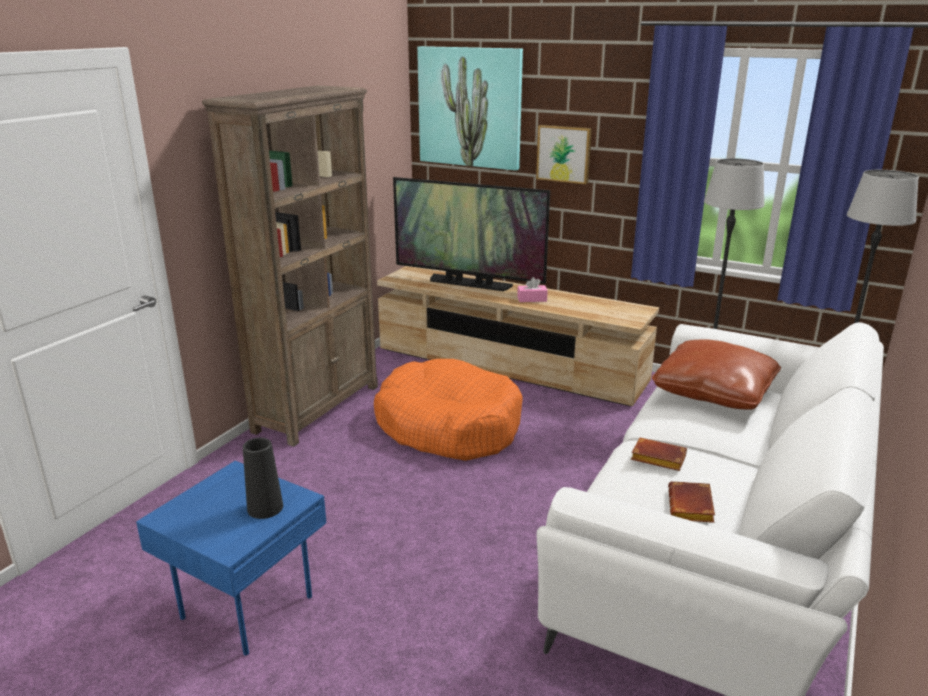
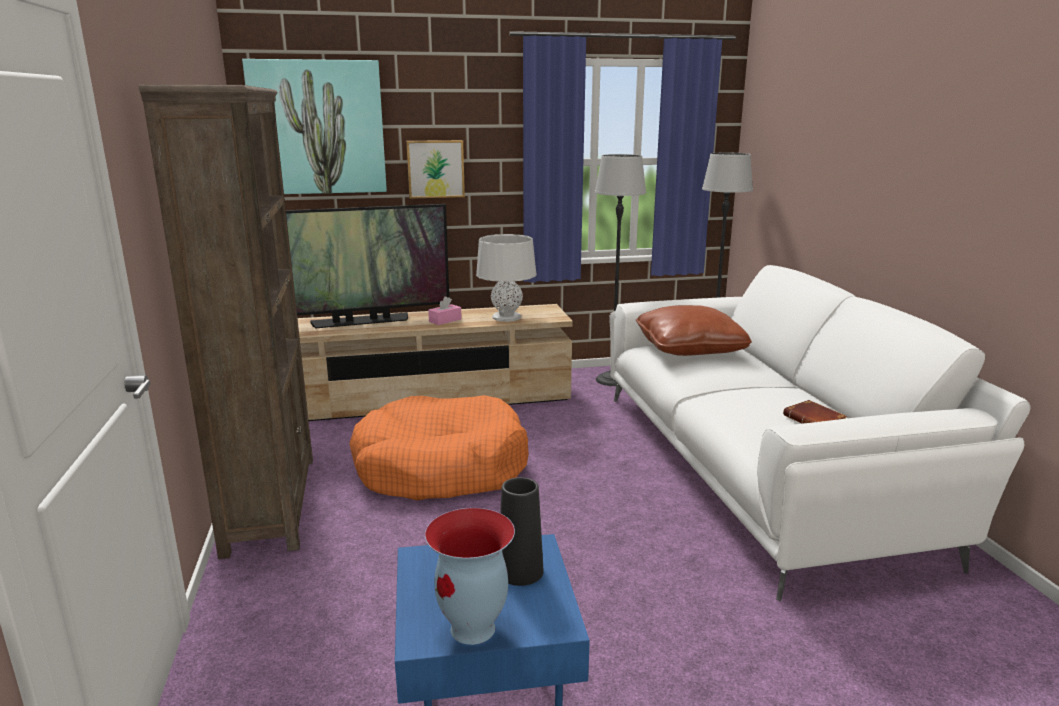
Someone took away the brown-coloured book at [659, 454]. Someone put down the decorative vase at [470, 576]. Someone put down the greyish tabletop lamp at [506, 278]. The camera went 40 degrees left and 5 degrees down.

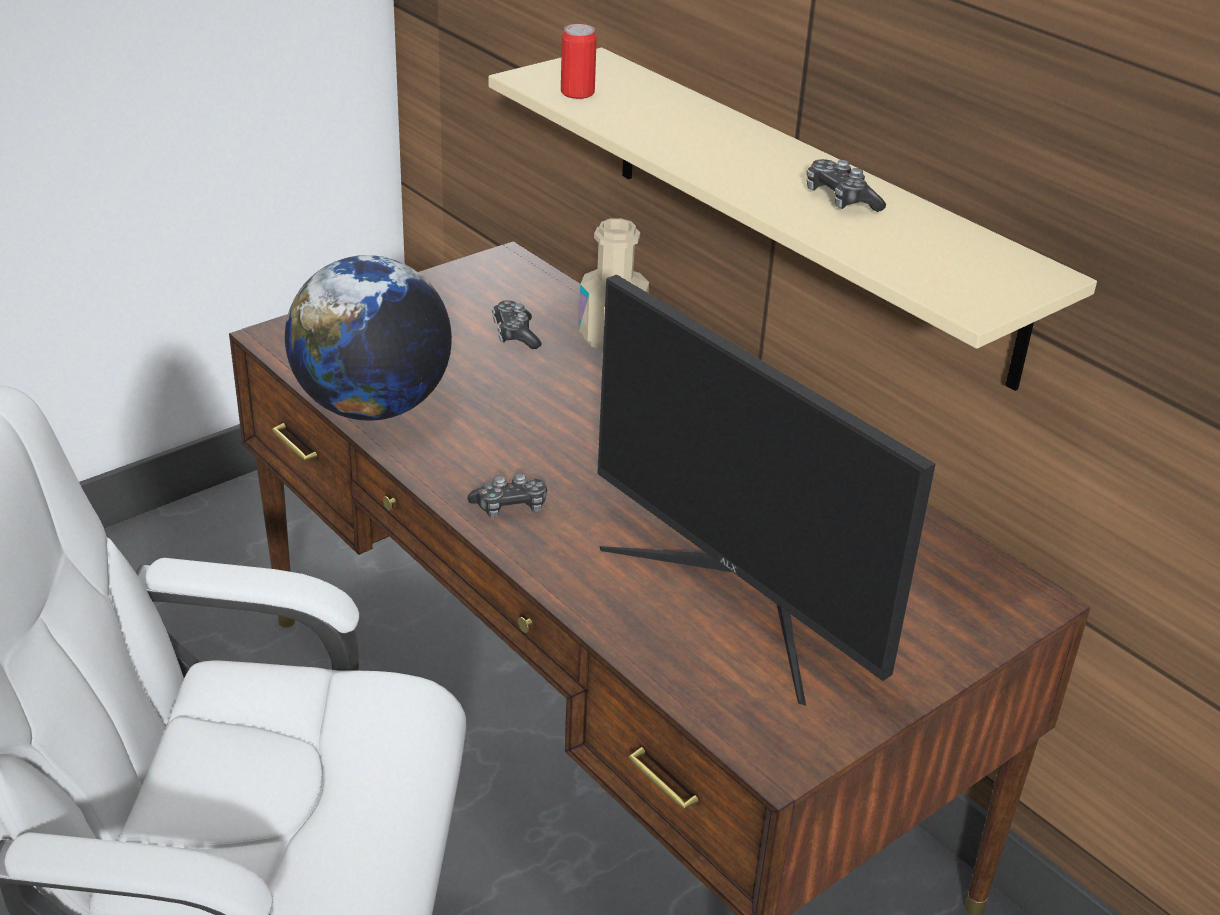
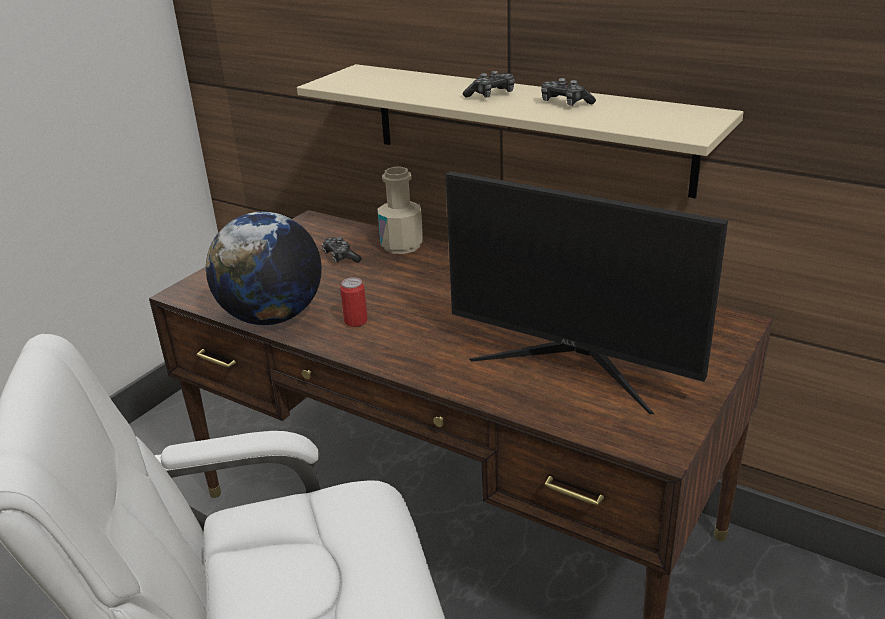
Someone carried the game controller from [507, 495] to [489, 84]. Someone carried the sealed can from [579, 61] to [354, 302]. The camera went 15 degrees left and 5 degrees down.

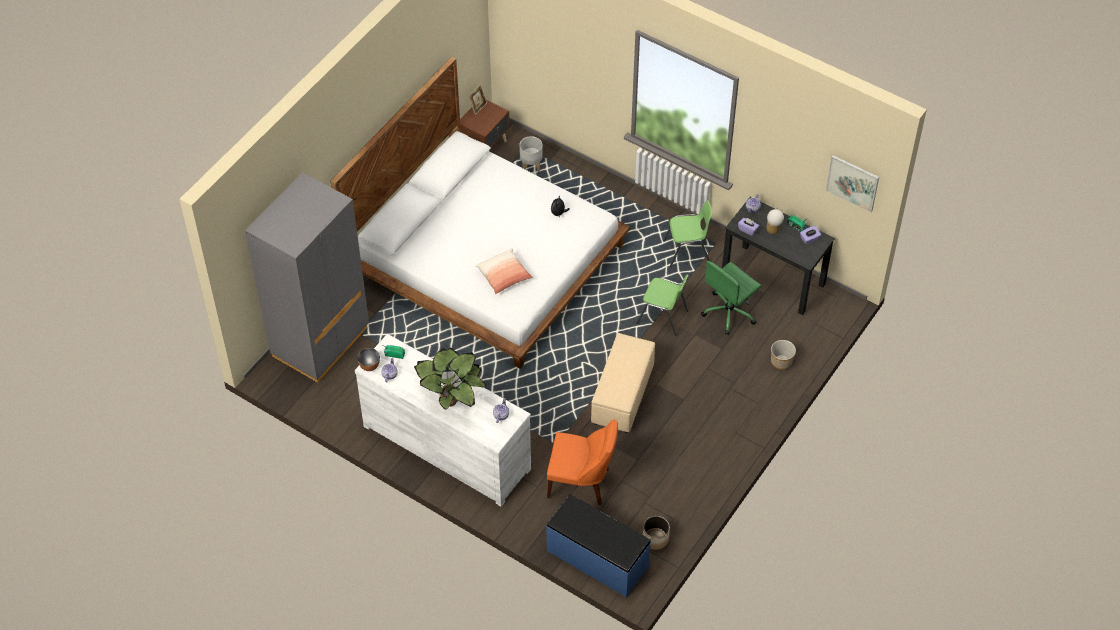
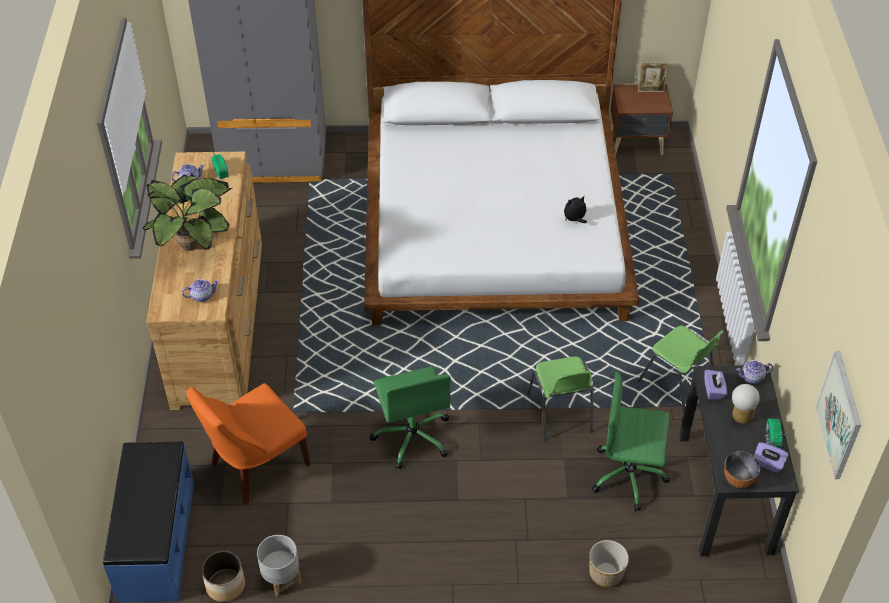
Someone repainted the whitish dresser at [443, 420], which became the brown-coloured dresser at [204, 281]. Someone carried the bowl from [368, 359] to [742, 469]. Someone took away the cushion at [504, 271]. Someone carried the greyish flower pot from [531, 154] to [279, 566]. Someone rotated the orangey chair at [582, 462] by 75 degrees clockwise. Someone swapped the beige ottoman at [623, 383] for the green desk chair at [410, 417]. The camera went 55 degrees right and 5 degrees down.

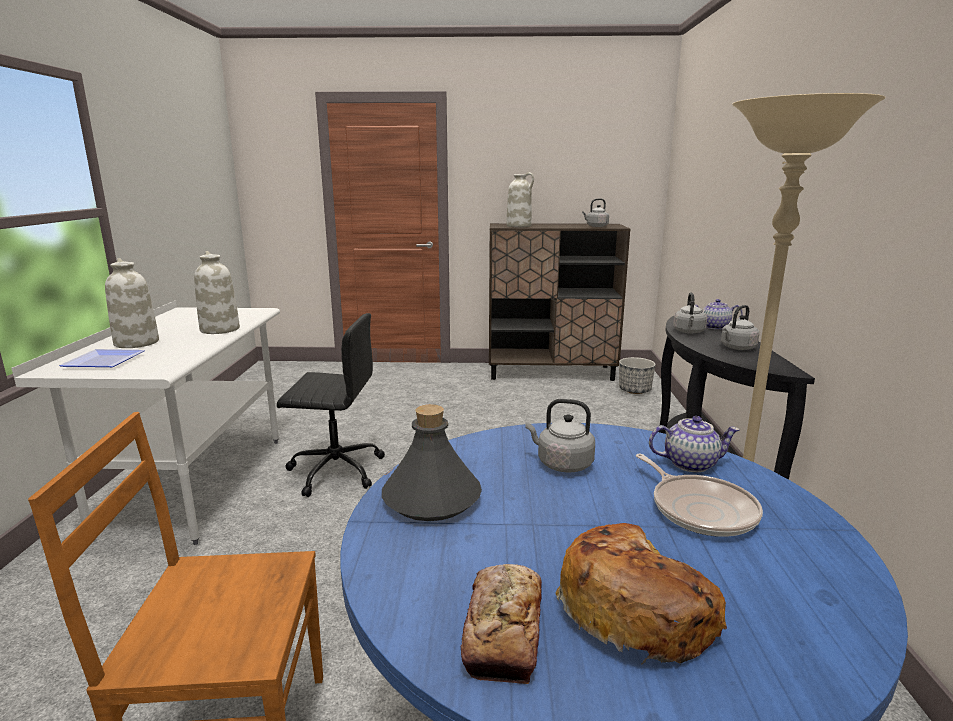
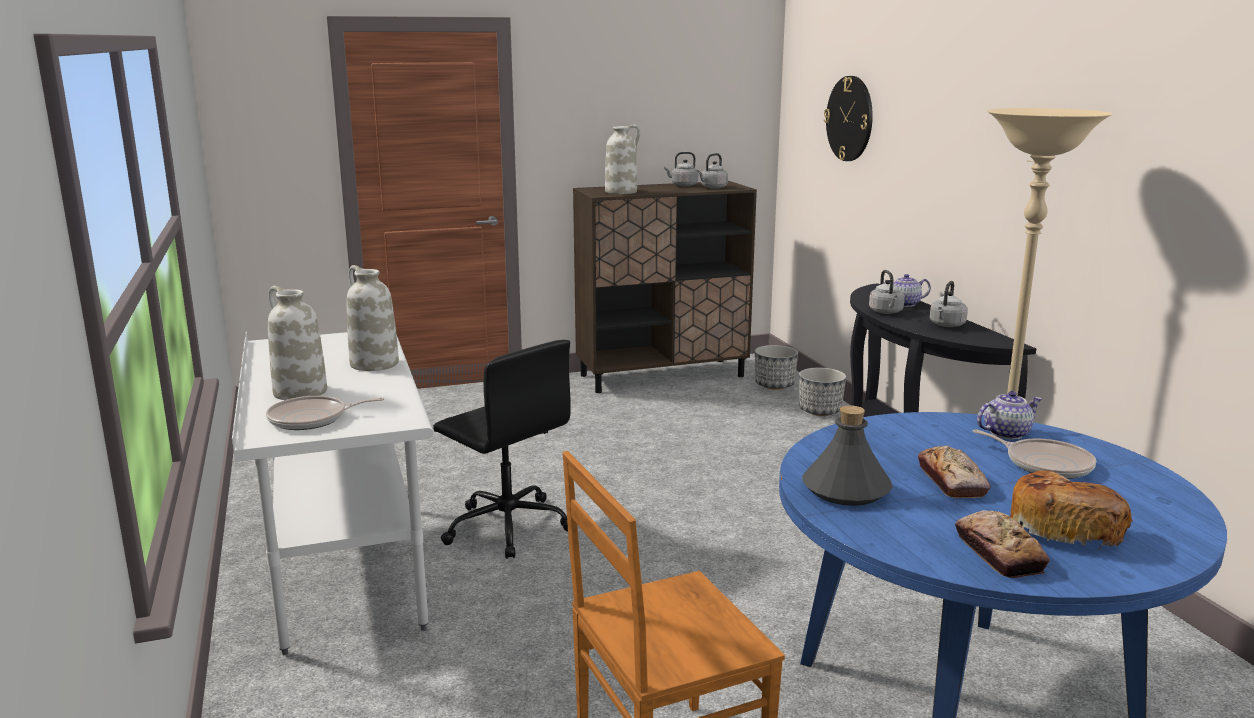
Someone swapped the dinner plate at [102, 358] for the skillet at [325, 413]. Someone rotated the black-coloured desk chair at [331, 405] by 60 degrees clockwise. Someone carried the greyish kettle from [560, 436] to [681, 169]. Someone put down the flower pot at [822, 392]. Someone put up the wall clock at [848, 118]. Someone put down the bread at [954, 472]. The camera went 20 degrees left and 0 degrees up.

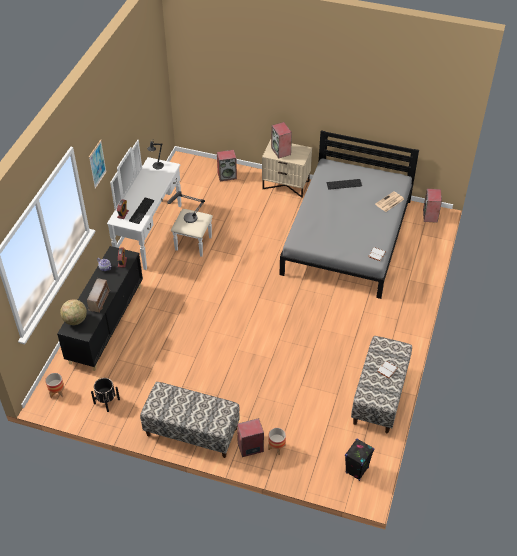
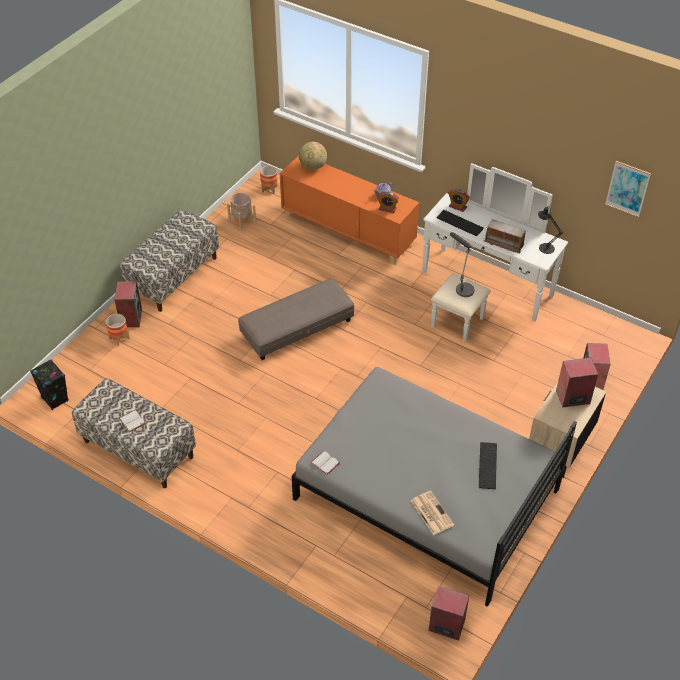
Someone repainted the black-coloured storage cabinet at [100, 308], which became the orangey storage cabinet at [349, 210]. Someone carried the radio receiver from [98, 295] to [505, 236]. Someone carried the picture from [98, 164] to [628, 189]. Someone repainted the black-coloured flower pot at [105, 395], which became the beige flower pot at [241, 211]. Someone put down the greyish ottoman at [296, 319]. The camera went 105 degrees right and 0 degrees up.

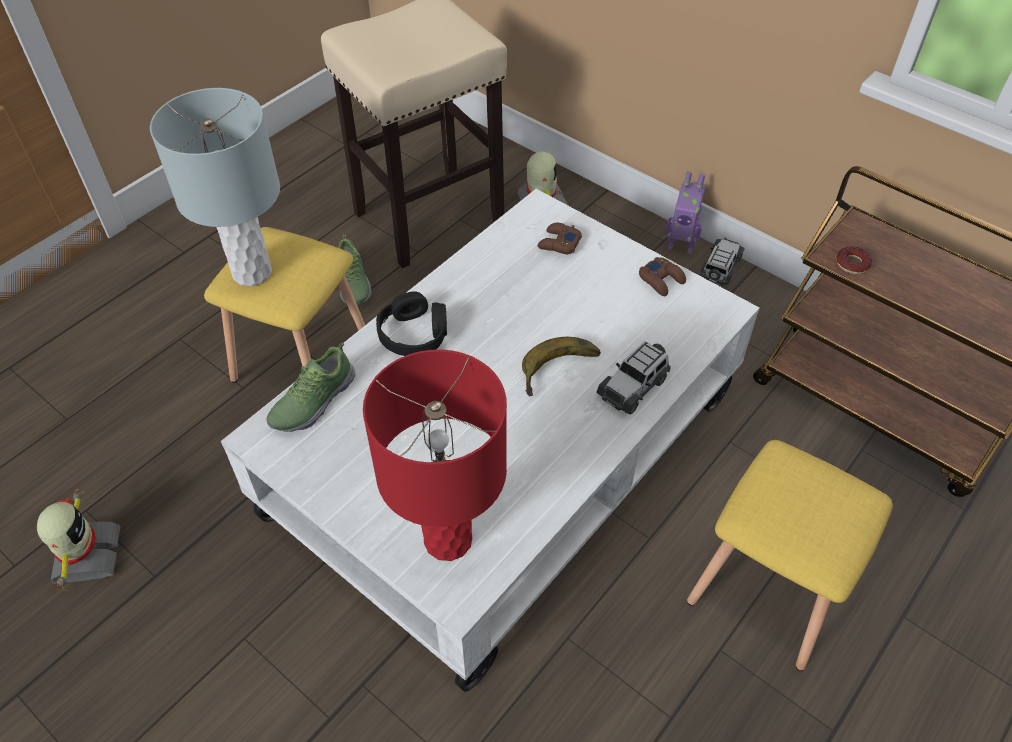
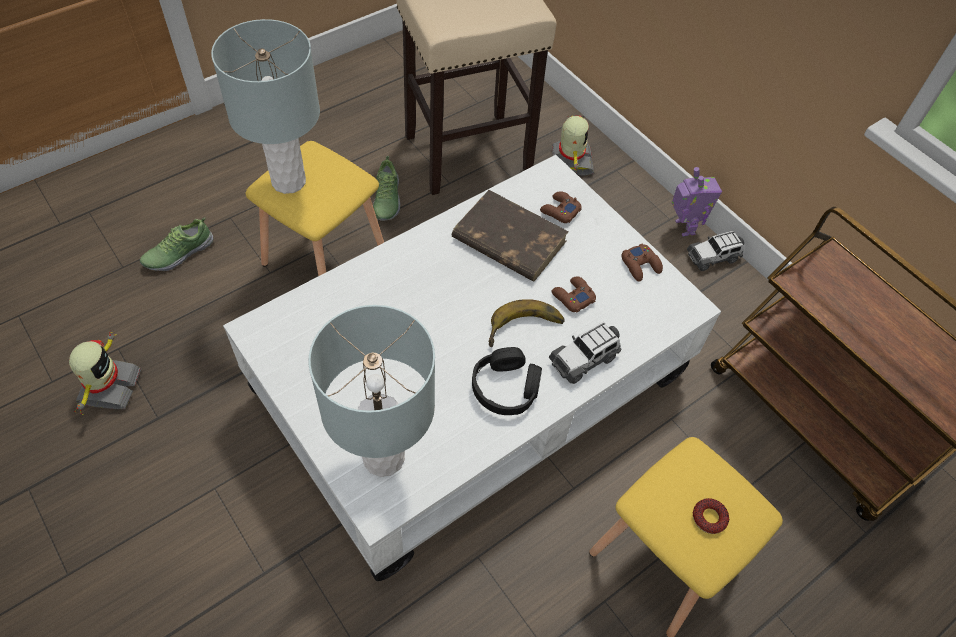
Someone carried the low shoe from [310, 387] to [177, 244]. Someone repainted the red tabletop lamp at [435, 455], which became the greyish tabletop lamp at [372, 391]. Someone carried the black-coloured headphones from [411, 323] to [507, 381]. Someone rotated the model robot at [685, 213] by 135 degrees counterclockwise. Someone rotated the miniature car at [722, 261] by 150 degrees counterclockwise. Someone carried the ring doughnut from [854, 260] to [711, 516]. Someone put down the brown-coloured book at [510, 236]. Someone put down the brown-coloured game controller at [574, 294]. The camera went 10 degrees right and 5 degrees up.

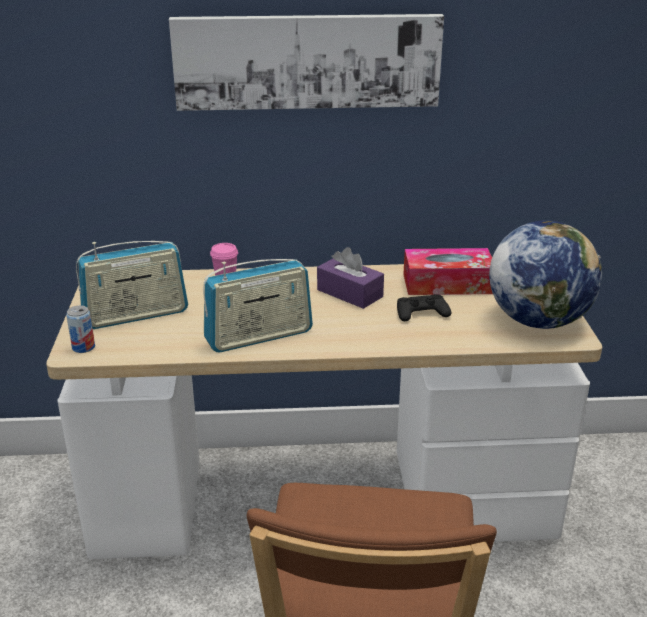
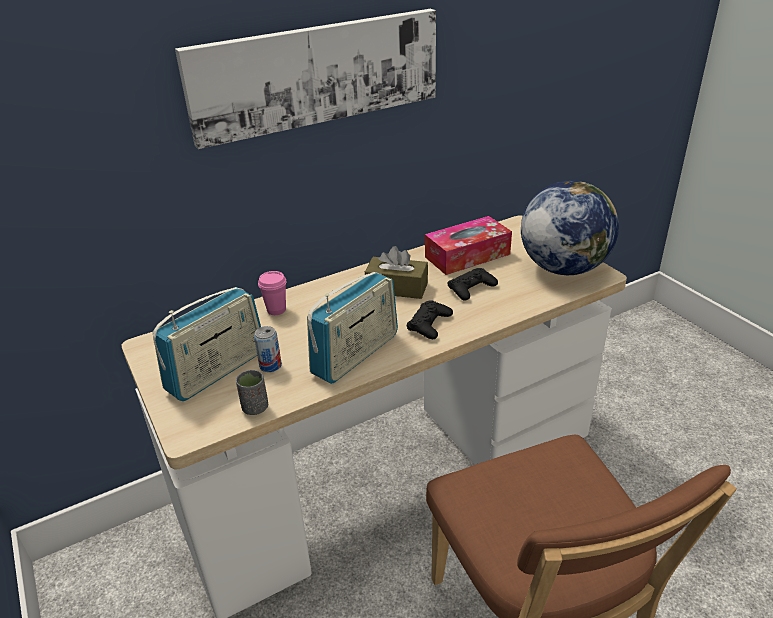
Someone carried the sealed can from [80, 329] to [268, 349]. Someone repainted the purple-coloured tissue holder at [350, 278], which became the brown-coloured tissue holder at [396, 272]. Someone put down the greyish cup at [252, 392]. Someone put down the black-coloured game controller at [430, 319]. The camera went 25 degrees left and 5 degrees up.

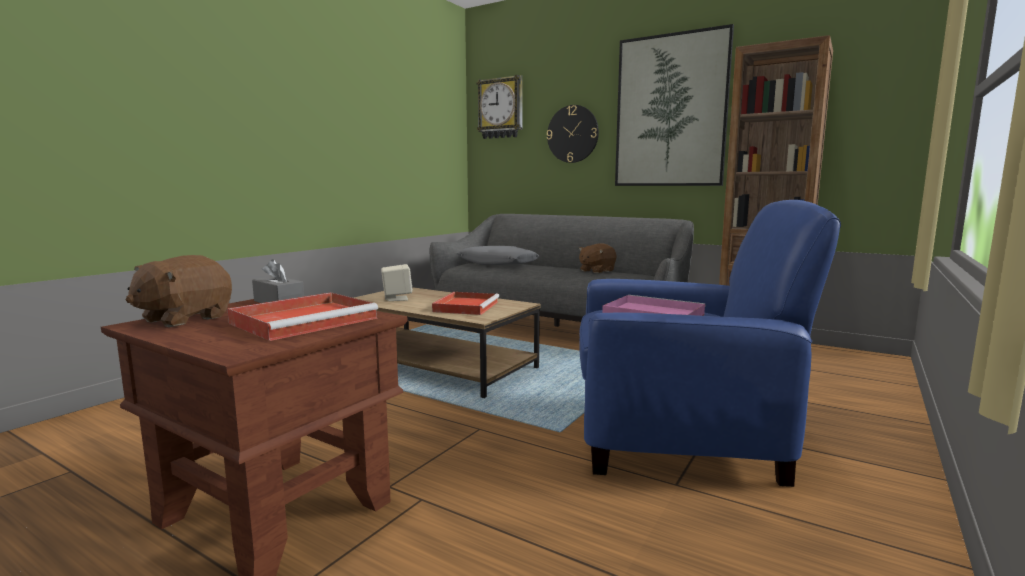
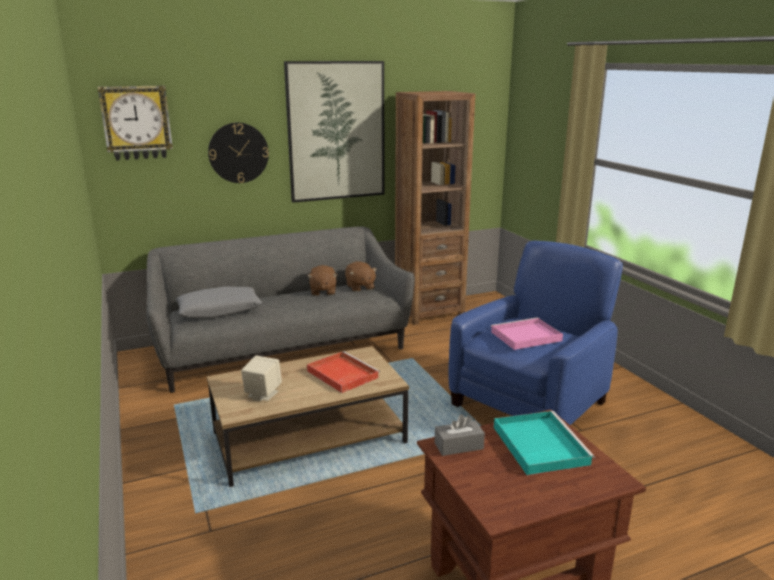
Someone carried the brown-coloured soft toy from [179, 291] to [361, 276]. Someone repainted the red serving tray at [303, 316], which became the turquoise serving tray at [544, 443]. The camera went 55 degrees left and 10 degrees up.

